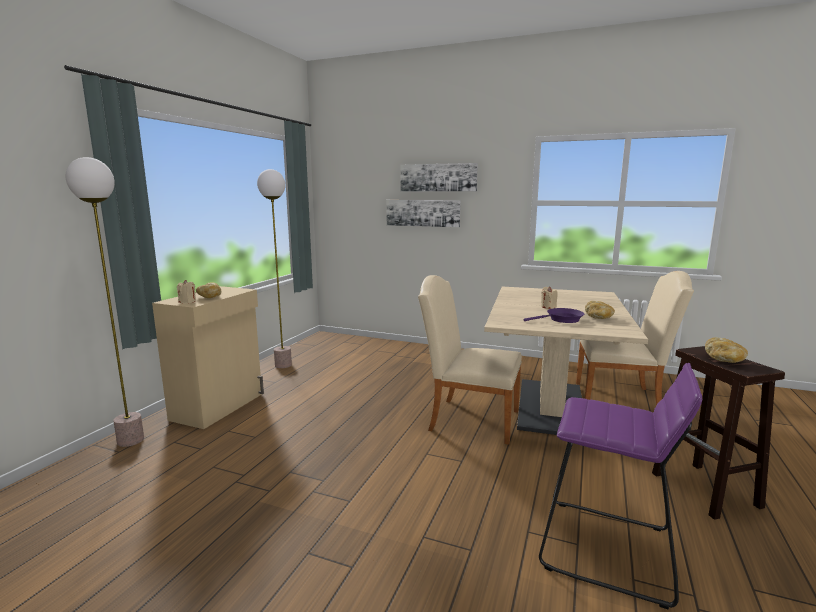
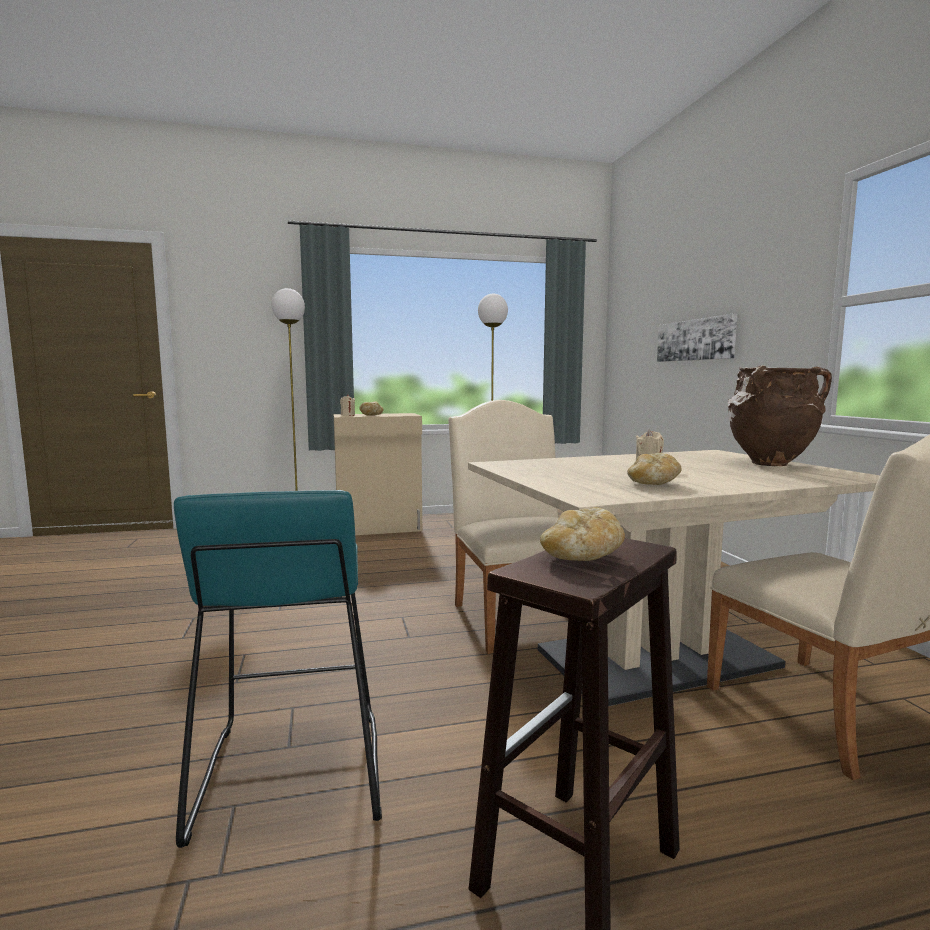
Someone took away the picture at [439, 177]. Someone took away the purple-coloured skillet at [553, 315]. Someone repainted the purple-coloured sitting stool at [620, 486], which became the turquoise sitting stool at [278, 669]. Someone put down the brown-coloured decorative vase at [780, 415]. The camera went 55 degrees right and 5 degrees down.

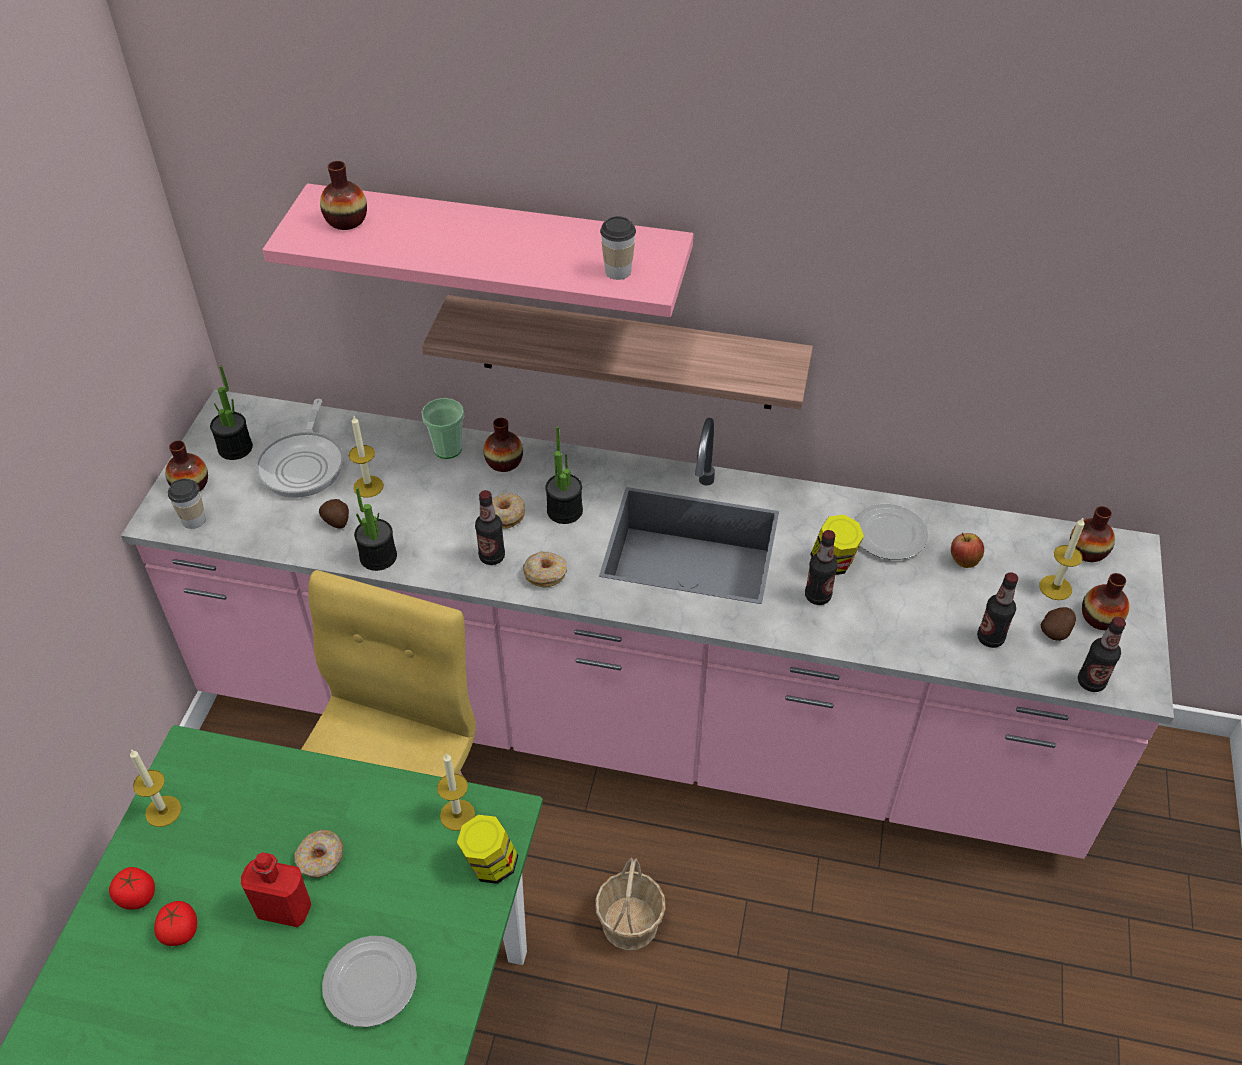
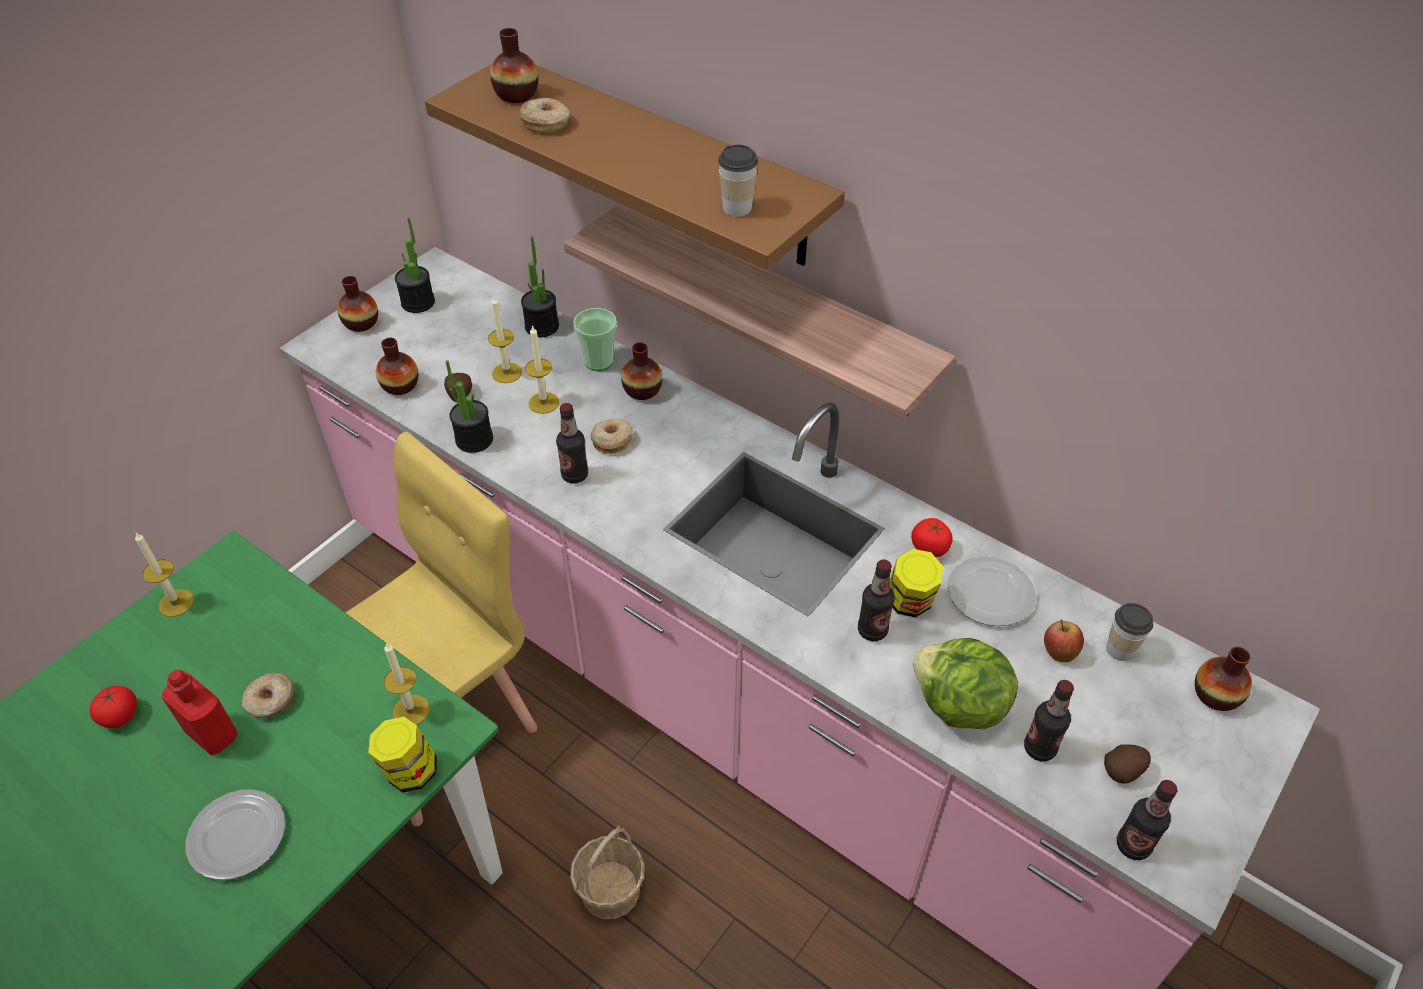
Someone carried the fresh tomato from [132, 888] to [932, 537]. Someone carried the cup from [187, 504] to [1129, 632]. Someone took away the skillet at [300, 448]. Someone repainted the pink-coloured bracket shelf at [478, 250], which became the brown-coloured bracket shelf at [635, 166]. Someone carried the ring doughnut from [545, 569] to [544, 115]. Someone carried the potted plant from [564, 475] to [540, 286]. Someone carried the wax candle from [1062, 559] to [542, 369]. Someone carried the decorative vase from [1105, 601] to [397, 366]. Someone put down the lettuce at [965, 683]. The camera went 25 degrees right and 0 degrees up.

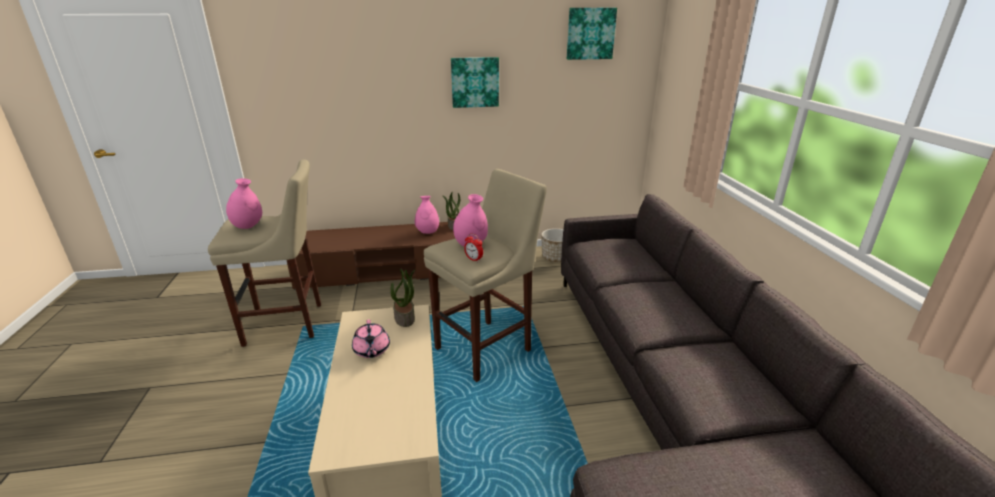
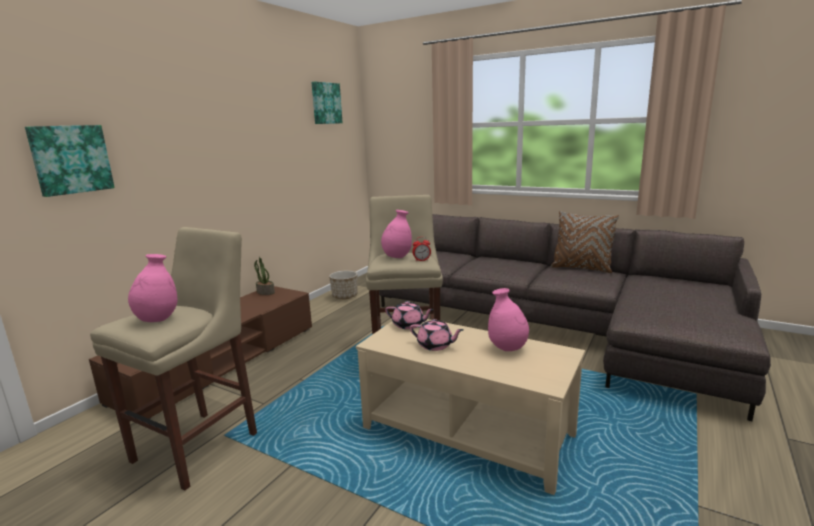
Someone swapped the potted plant at [403, 298] for the pink-coloured teapot at [409, 315]. Someone carried the pink-coloured decorative vase from [427, 215] to [508, 319]. Someone carried the picture from [475, 82] to [70, 161]. Someone put down the brown-coloured cushion at [585, 242]. The camera went 50 degrees left and 10 degrees down.

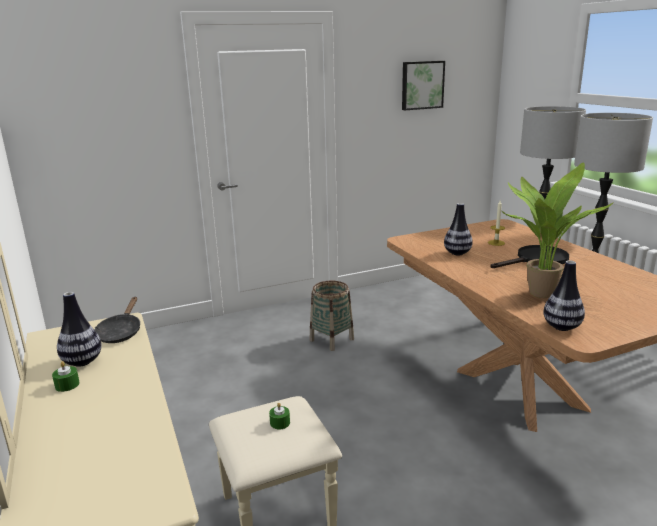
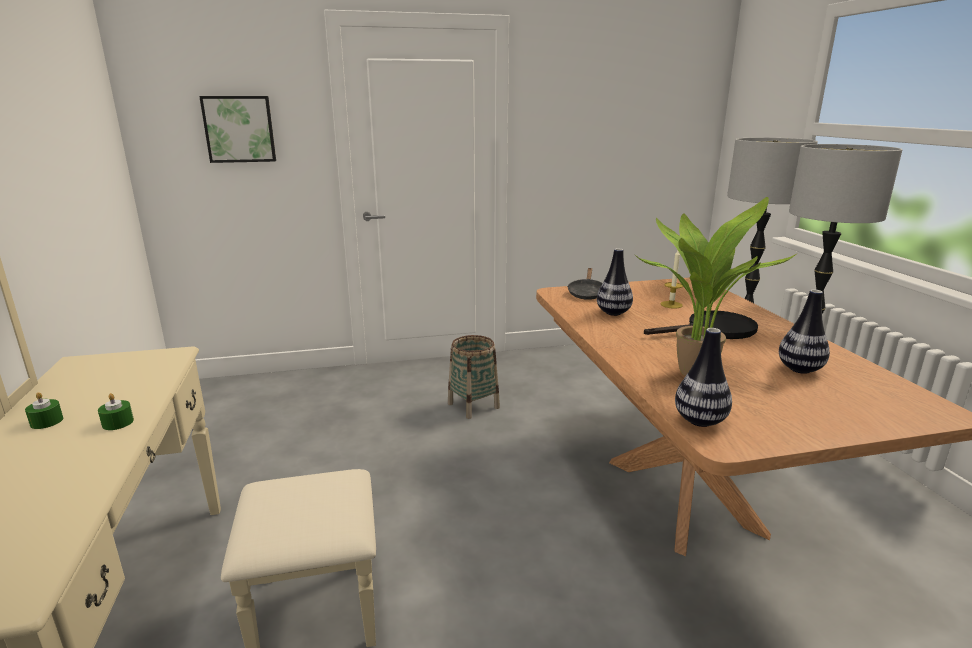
Someone carried the decorative vase from [79, 329] to [804, 331]. Someone carried the black-coloured skillet from [117, 320] to [584, 284]. Someone carried the green wax candle from [279, 416] to [116, 411]. Someone carried the picture from [423, 85] to [237, 129]. The camera went 10 degrees right and 0 degrees up.

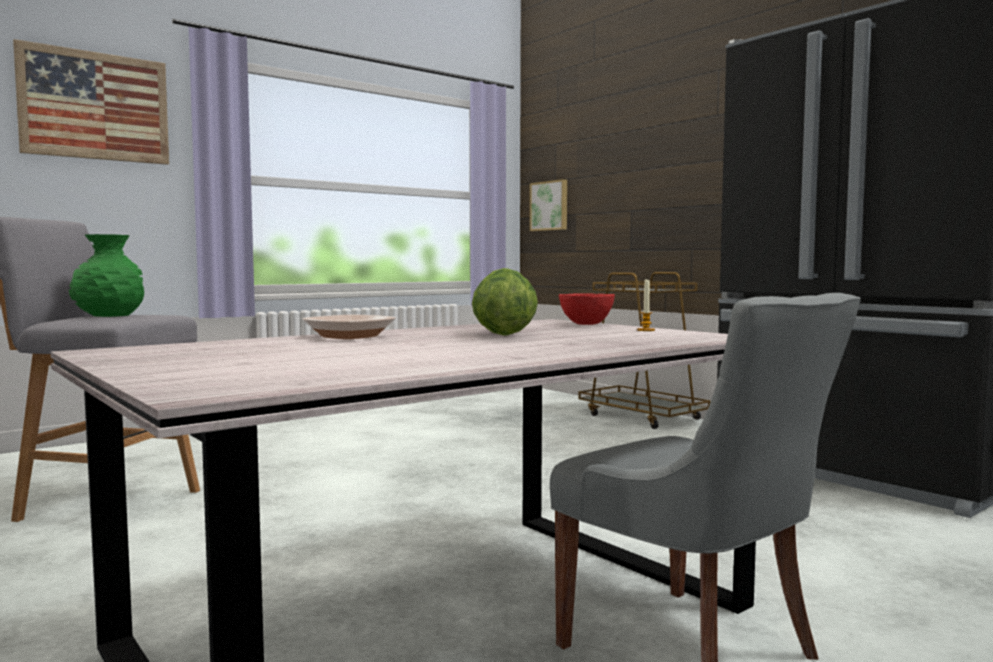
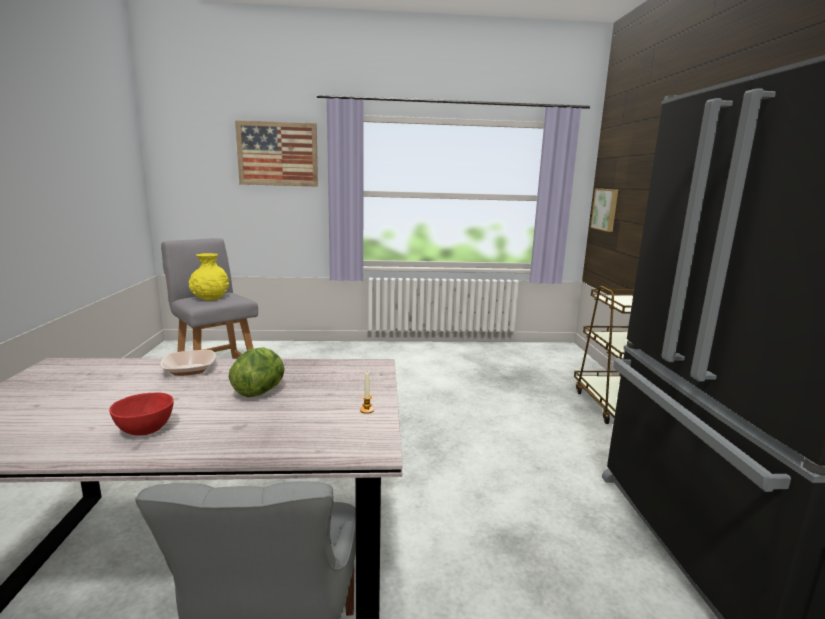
Someone repainted the green decorative vase at [106, 275], which became the yellow-coloured decorative vase at [209, 277]. Someone carried the red bowl from [587, 309] to [141, 414]. The camera went 35 degrees right and 10 degrees up.

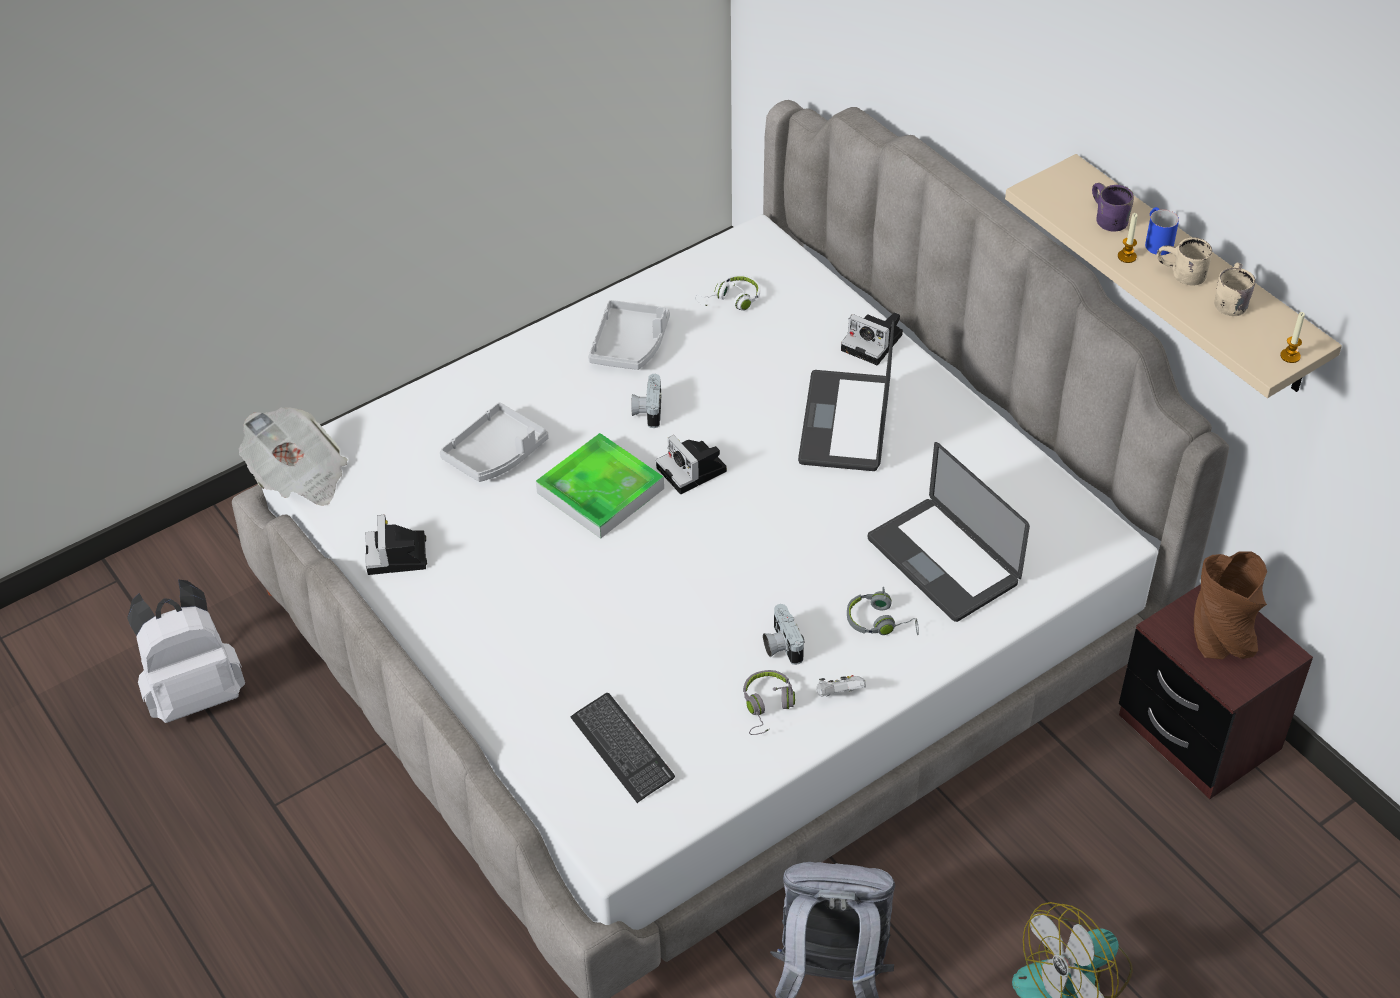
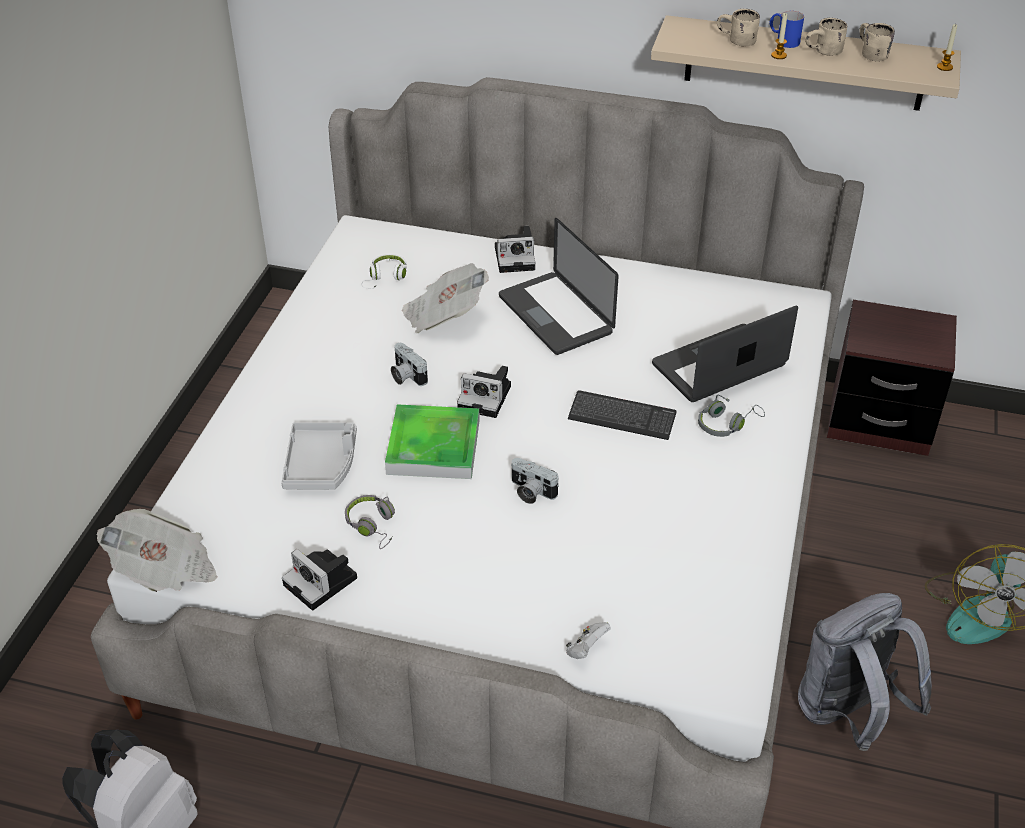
Someone carried the PC keyboard from [623, 748] to [622, 415]. Someone took away the greyish serving tray at [629, 335]. Someone carried the greyish headphones from [769, 702] to [370, 522]. Someone carried the photo camera from [784, 634] to [535, 481]. Someone carried the whitish game controller from [841, 686] to [588, 640]. Someone rotated the notebook computer at [949, 532] by 135 degrees clockwise. Someone repainted the purple-coloured mug at [1113, 207], which became the beige mug at [738, 27]. Someone took away the brown-coloured decorative vase at [1230, 605]. Someone put down the printed paper at [445, 298]. The camera went 40 degrees left and 5 degrees down.

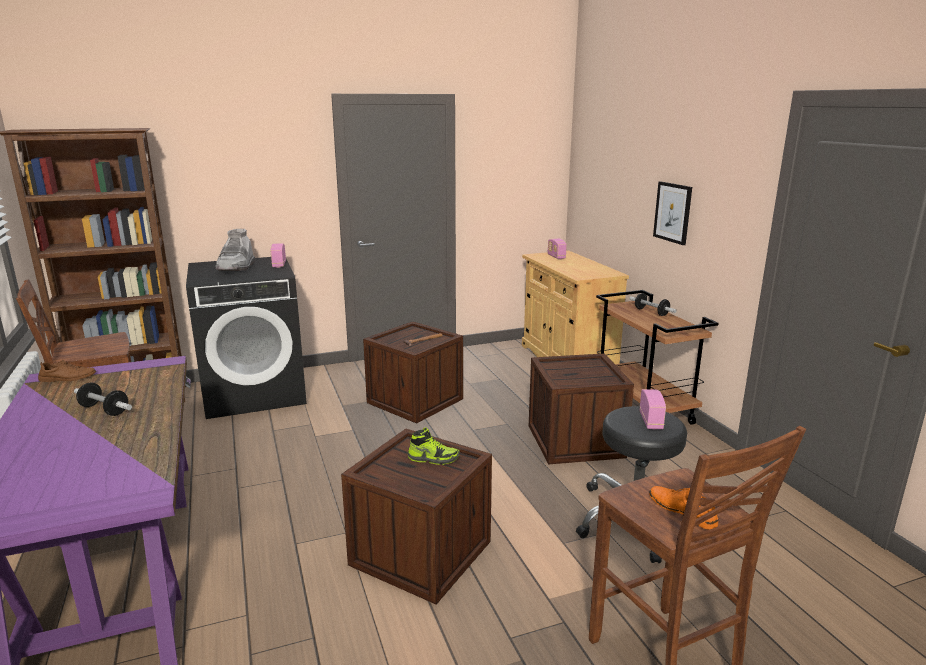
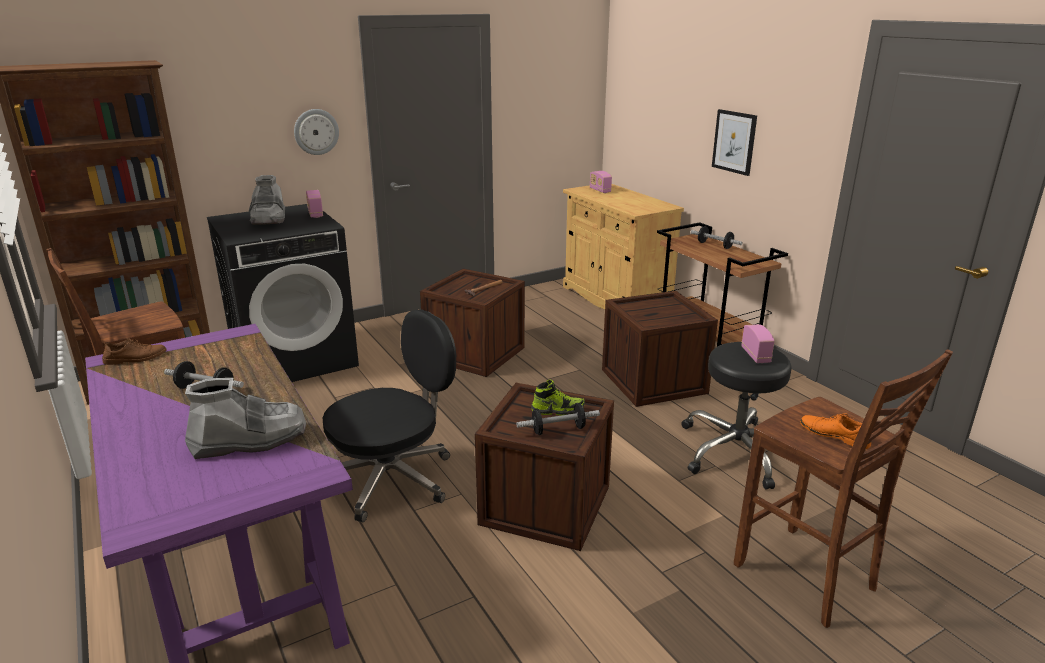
Someone put down the greyish high-top boot at [246, 418]. Someone put up the wall clock at [316, 132]. Someone put down the black-coloured desk chair at [389, 415]. Someone put down the dumbbell at [558, 419]. The camera went 10 degrees left and 5 degrees up.

